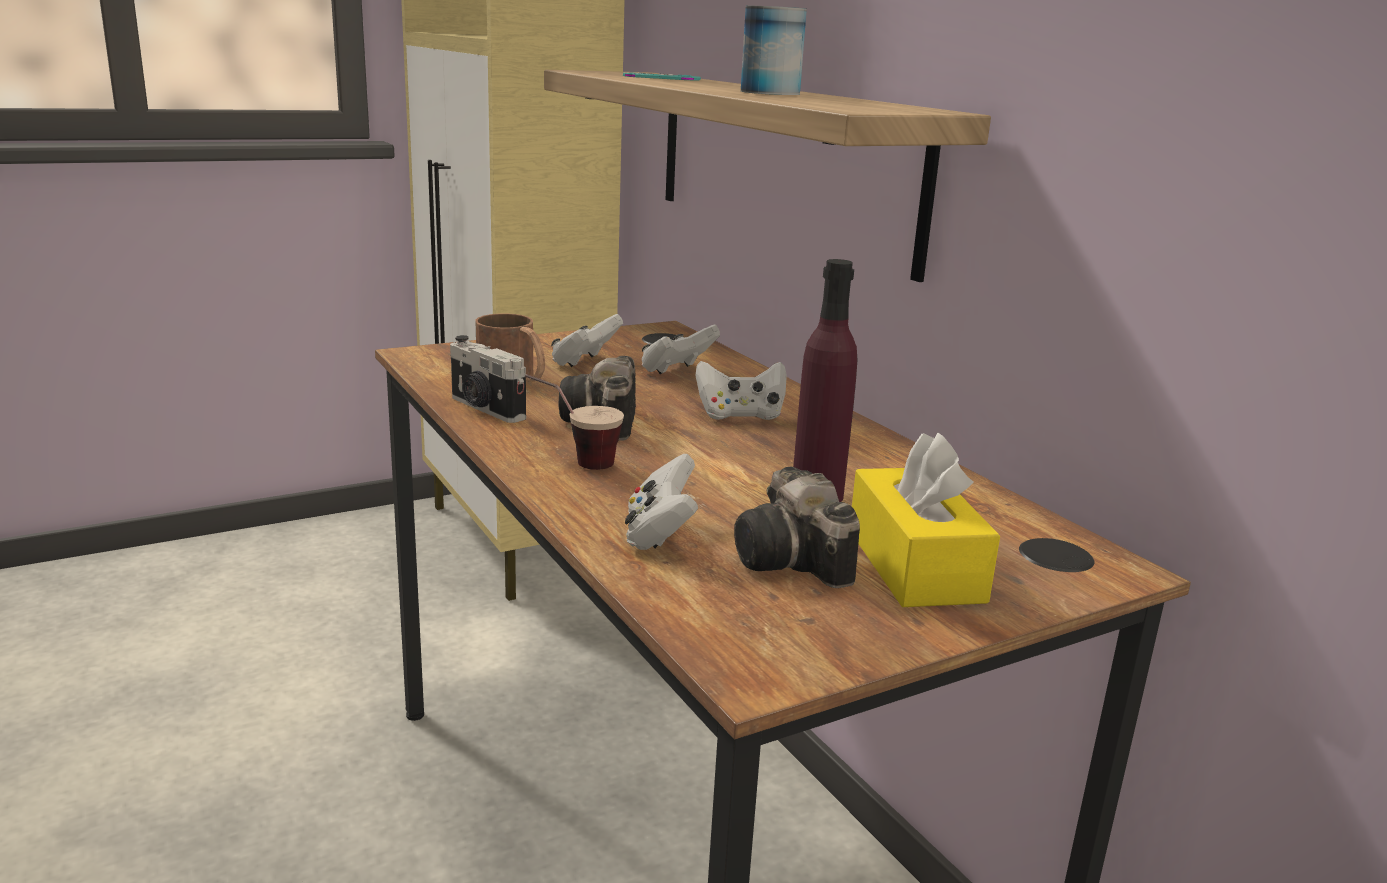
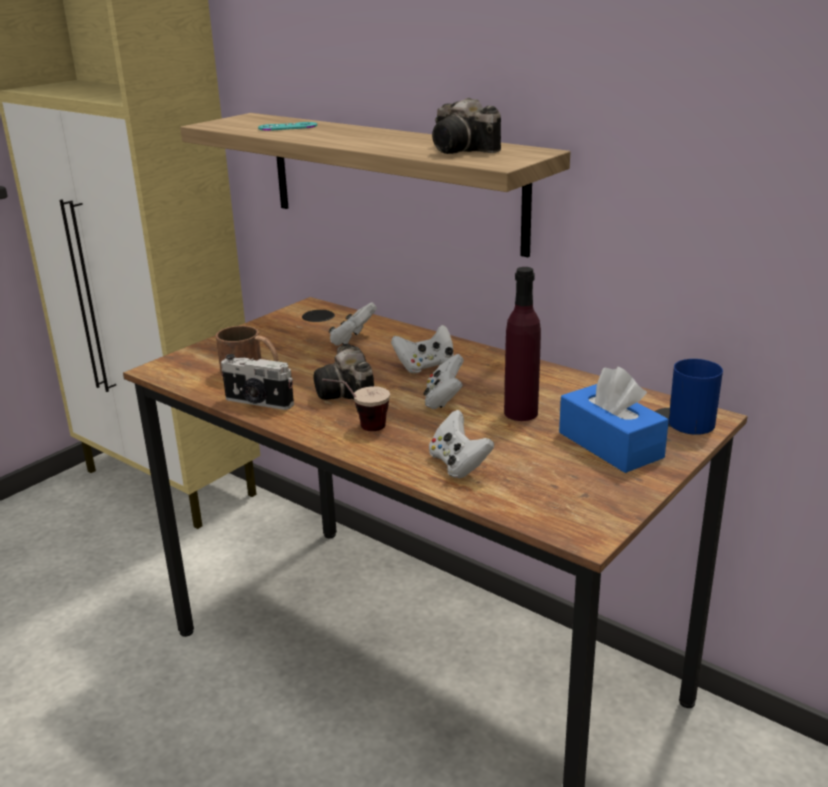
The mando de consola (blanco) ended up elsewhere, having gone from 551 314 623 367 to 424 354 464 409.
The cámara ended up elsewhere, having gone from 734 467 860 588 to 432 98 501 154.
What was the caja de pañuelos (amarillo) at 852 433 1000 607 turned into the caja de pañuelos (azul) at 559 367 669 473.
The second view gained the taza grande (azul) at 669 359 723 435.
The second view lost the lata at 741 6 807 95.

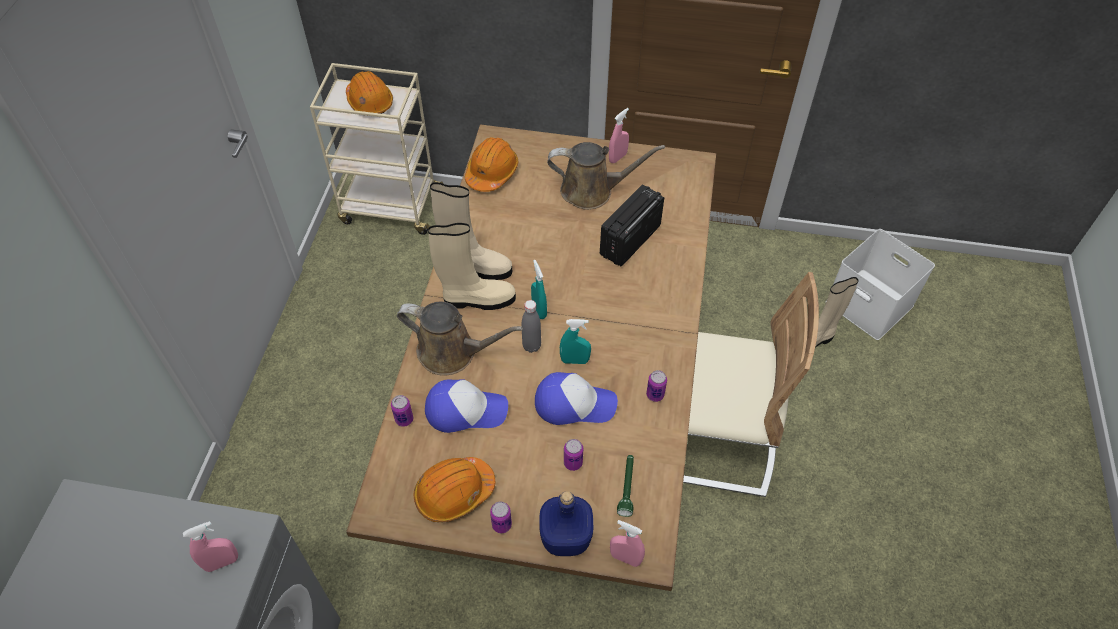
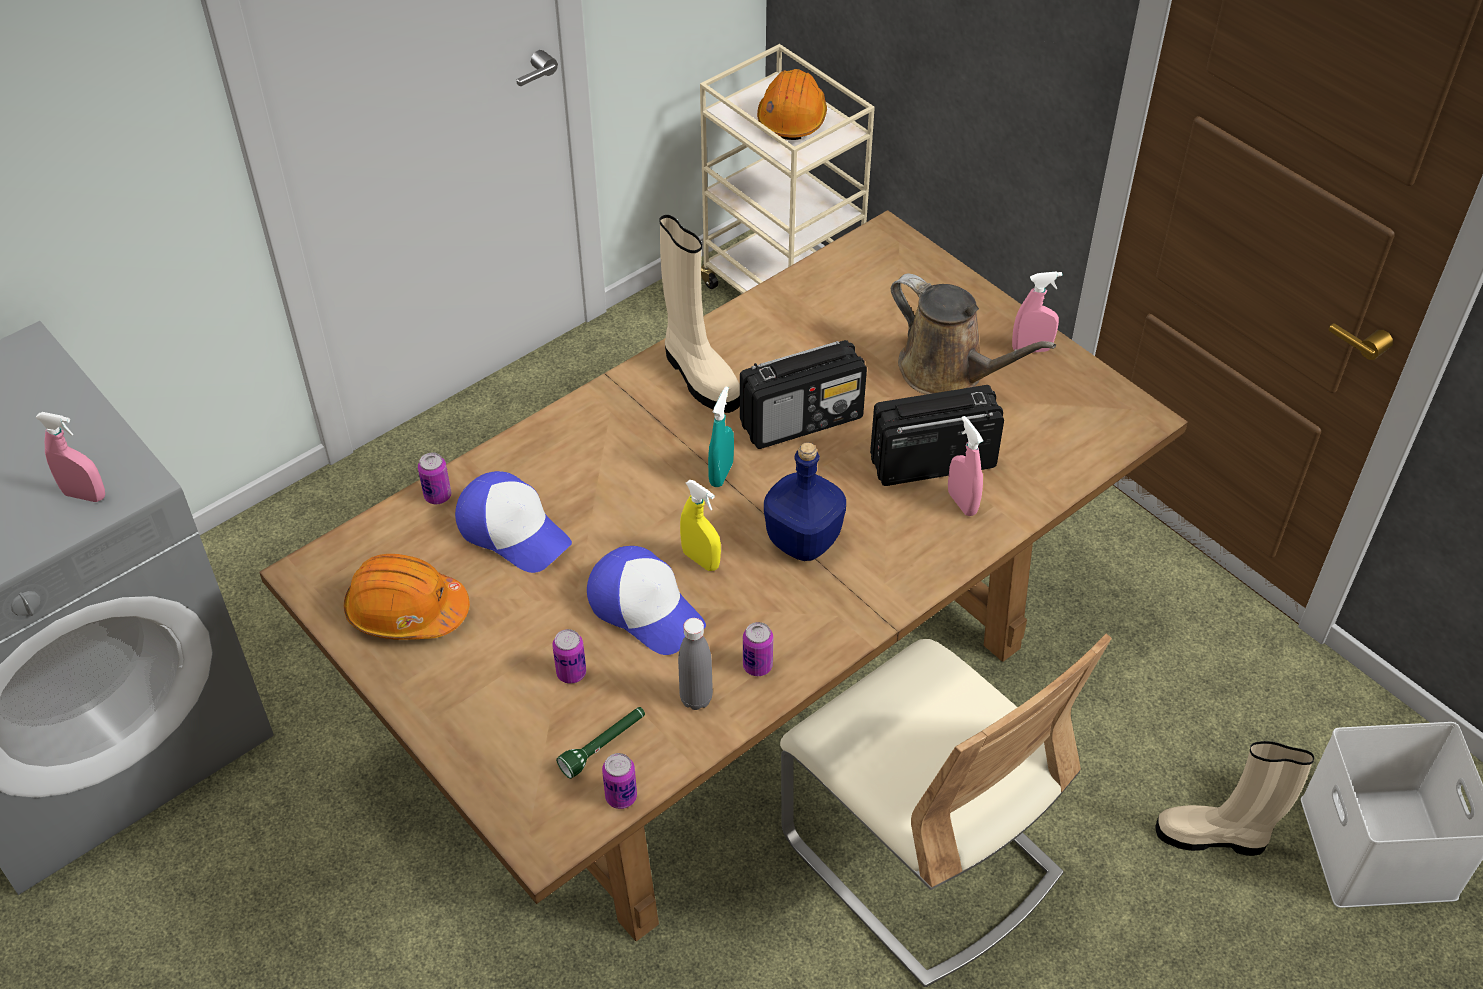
The lata ended up elsewhere, having gone from 490 501 512 533 to 602 753 637 809.
The botella (gris) ended up elsewhere, having gone from 522 300 541 353 to 678 618 713 710.
What was the pulverizador (turquesa) at 560 319 591 364 turned into the pulverizador (amarillo) at 680 480 721 571.
The second view gained the radio at 740 340 867 449.
The botella (azul) ended up elsewhere, having gone from 539 491 593 556 to 764 442 846 561.
The pulverizador (rosa) ended up elsewhere, having gone from 610 520 645 567 to 948 416 983 516.
The second view lost the regadera (marrón) at 397 302 523 376.
The second view lost the bota (beis) at 428 223 516 310.
The second view lost the casco (naranja) at 465 137 518 192.

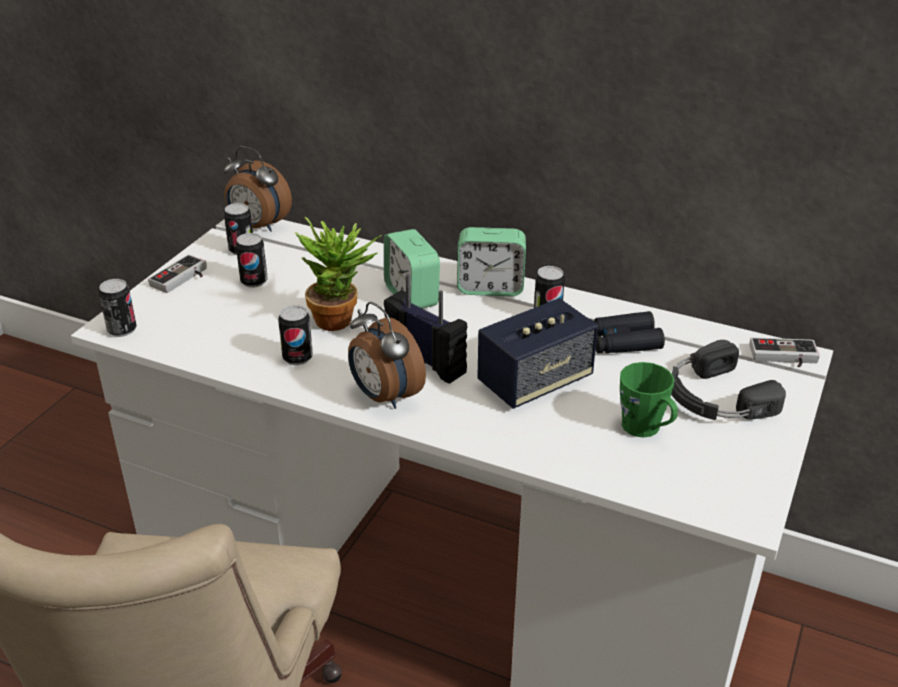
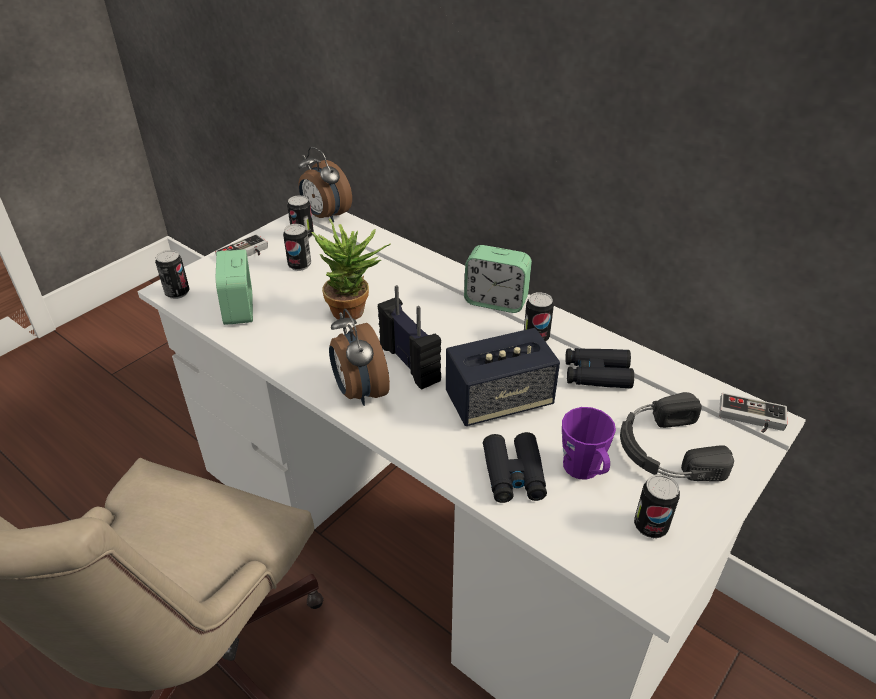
The despertador ended up elsewhere, having gone from 384 229 440 309 to 216 249 253 325.
The second view gained the prismáticos (negro) at 483 432 547 503.
What was the taza grande (verde) at 620 362 678 438 turned into the taza grande (morado) at 562 407 616 480.
The lata ended up elsewhere, having gone from 278 305 313 365 to 634 474 680 538.

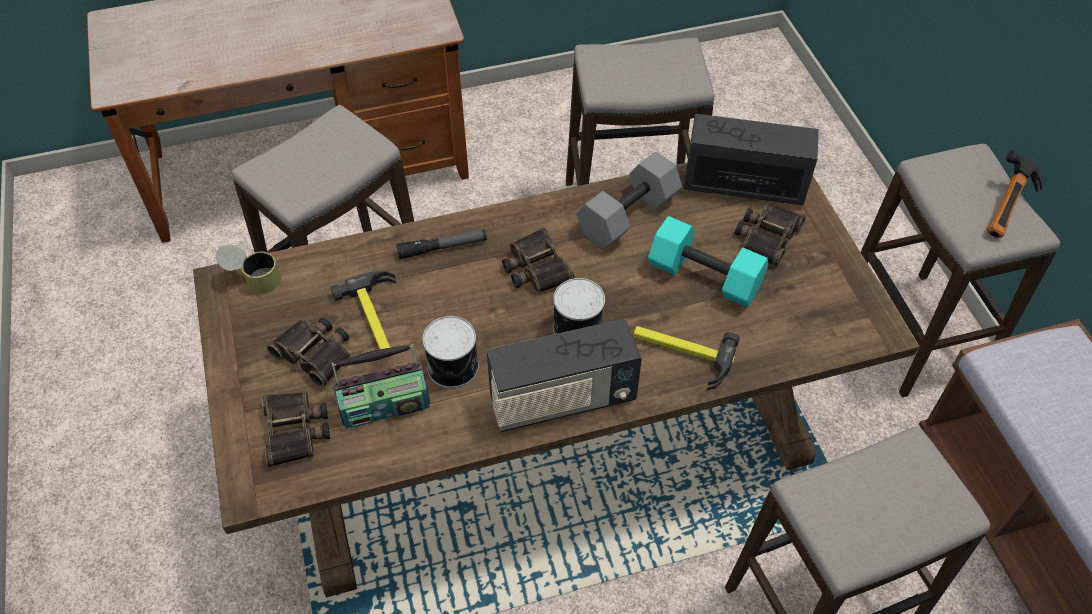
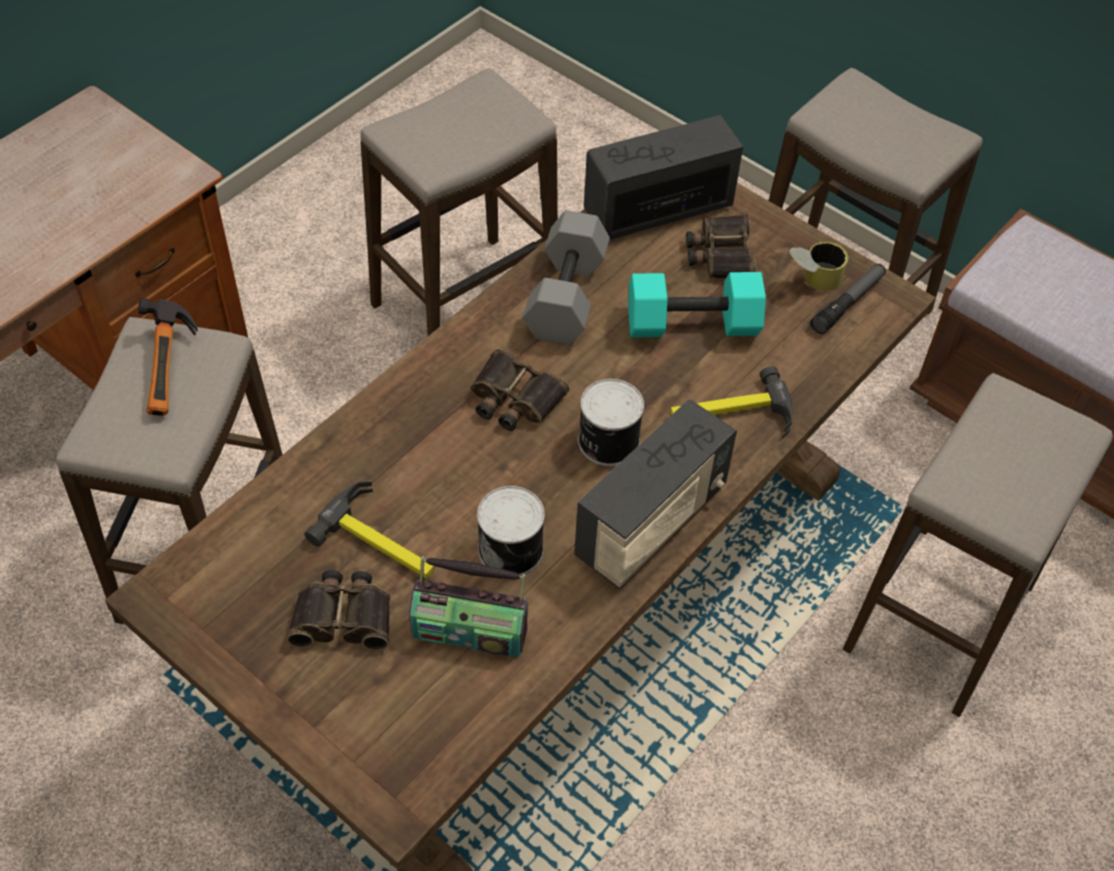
The martillo ended up elsewhere, having gone from 987 150 1043 238 to 138 298 198 416.
The radio at 332 344 430 428 ended up facing another way, 60 degrees clockwise from before.
The lata ended up elsewhere, having gone from 215 245 281 294 to 789 242 848 291.
The linterna ended up elsewhere, having gone from 396 229 486 259 to 810 264 886 334.
The second view lost the prismáticos at 262 392 330 467.

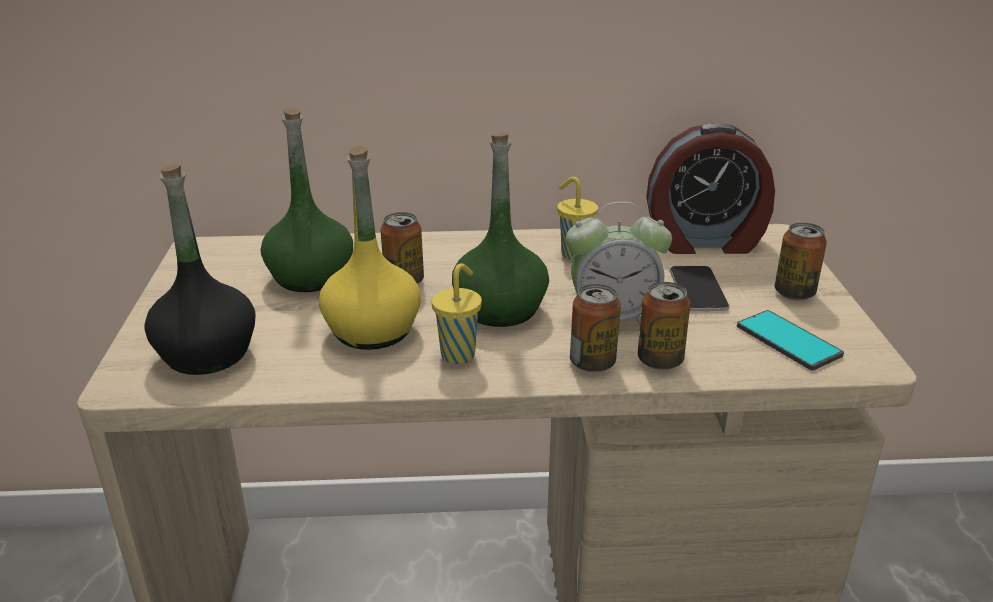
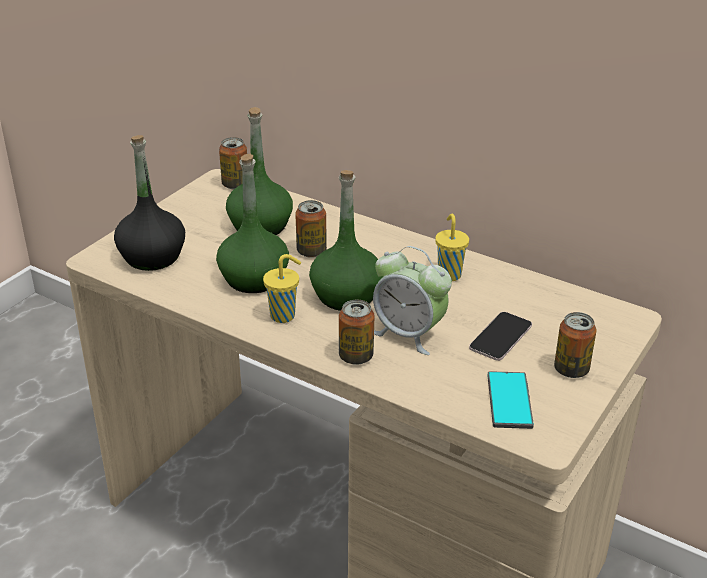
What was the botella (amarillo) at 319 146 421 350 turned into the botella (verde) at 216 154 289 293.
The lata ended up elsewhere, having gone from 638 282 691 370 to 219 137 247 189.
The second view lost the despertador at 646 123 775 254.

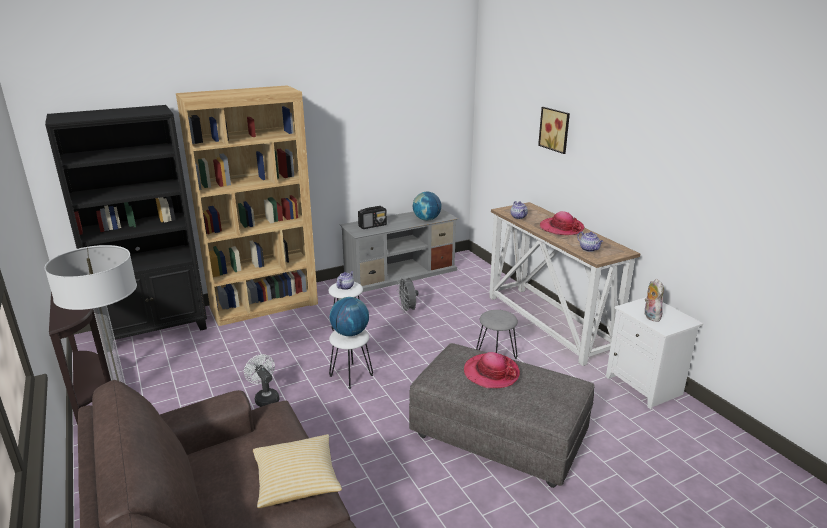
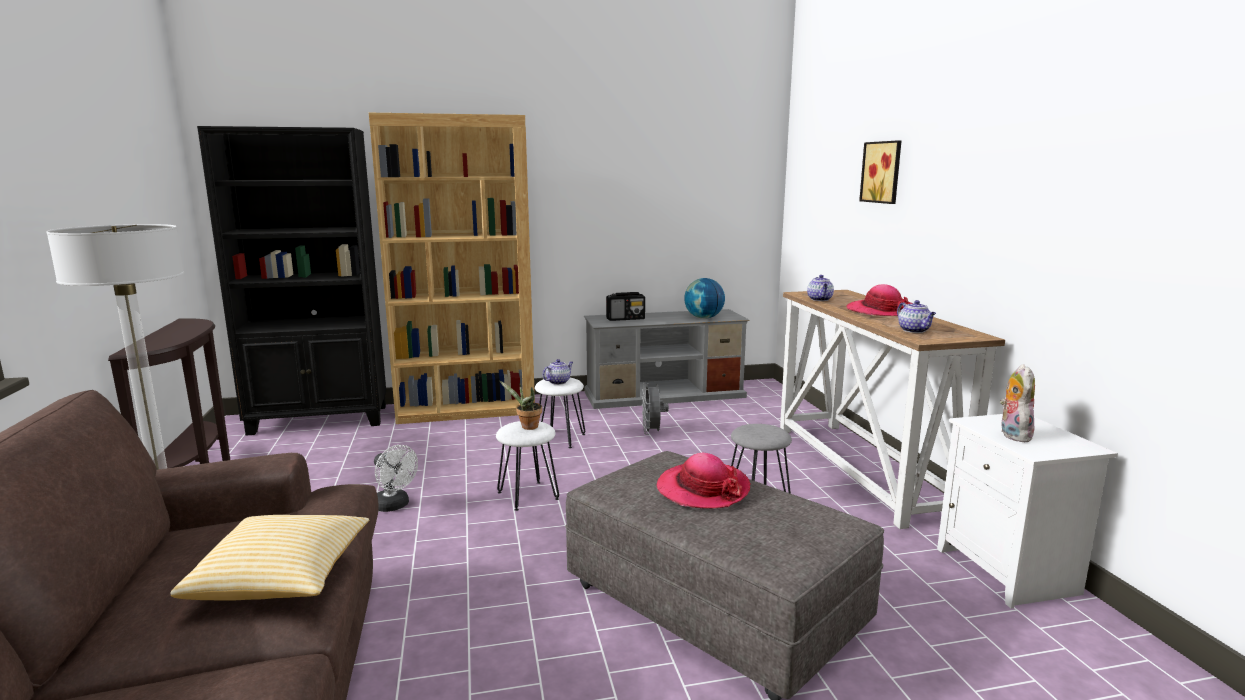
The ventilador (blanco) at 244 354 280 407 ended up facing another way, 150 degrees clockwise from before.
Where the globo terráqueo stood at 330 297 369 336, the planta en maceta came to stand at 499 380 542 430.

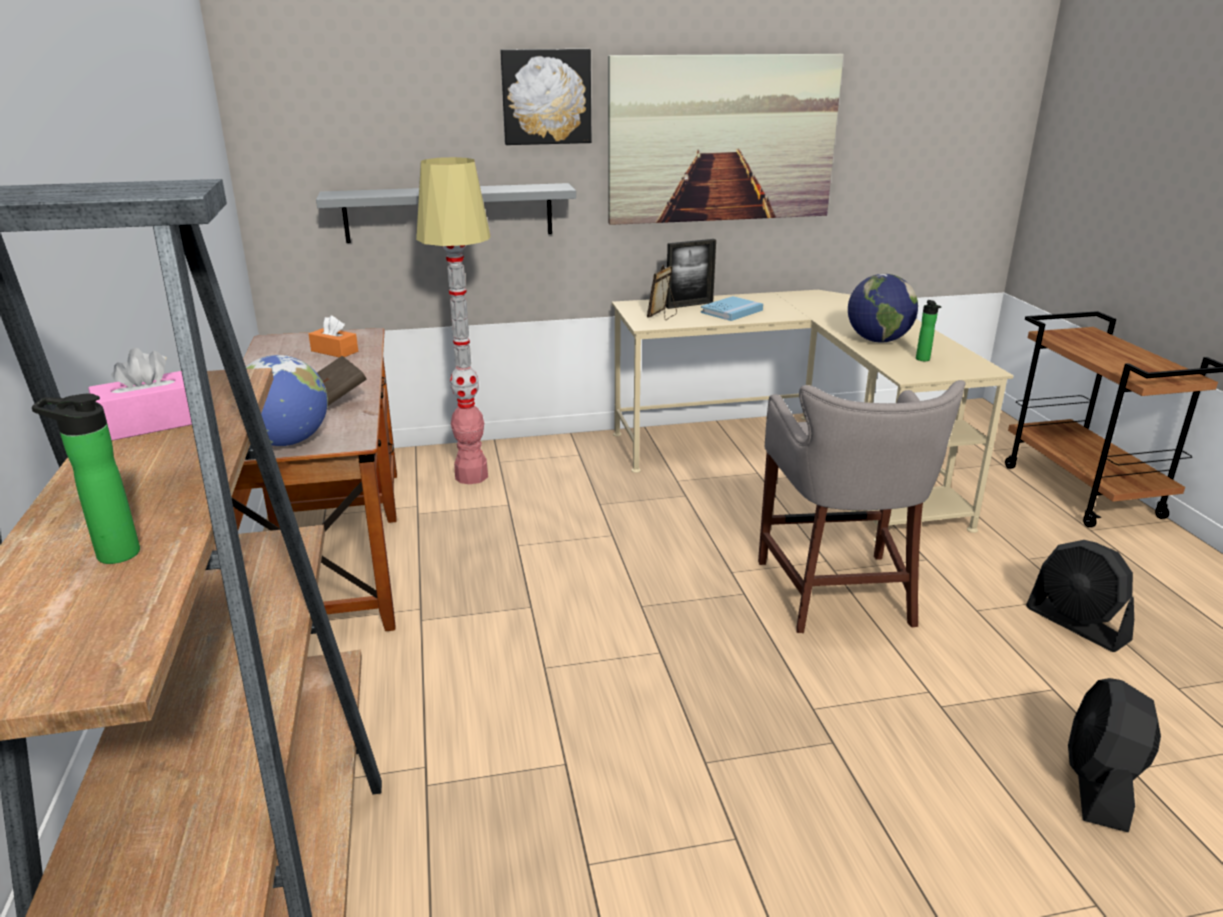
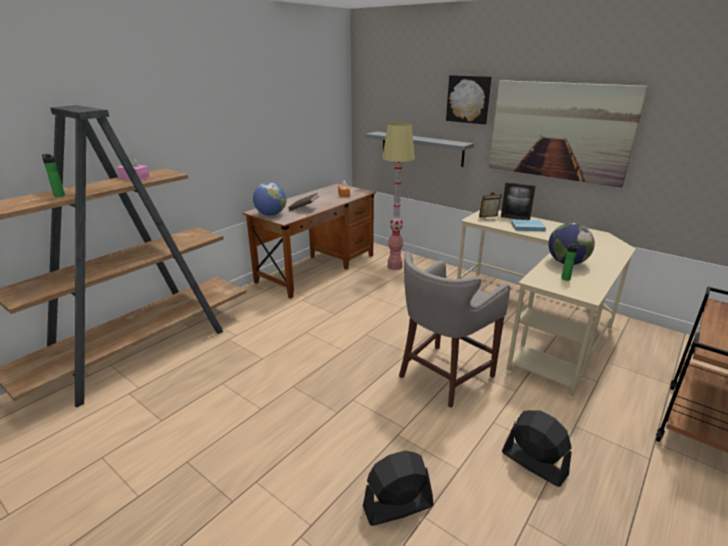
The ventilador (negro) at 1026 540 1134 652 ended up facing another way, 120 degrees clockwise from before.

